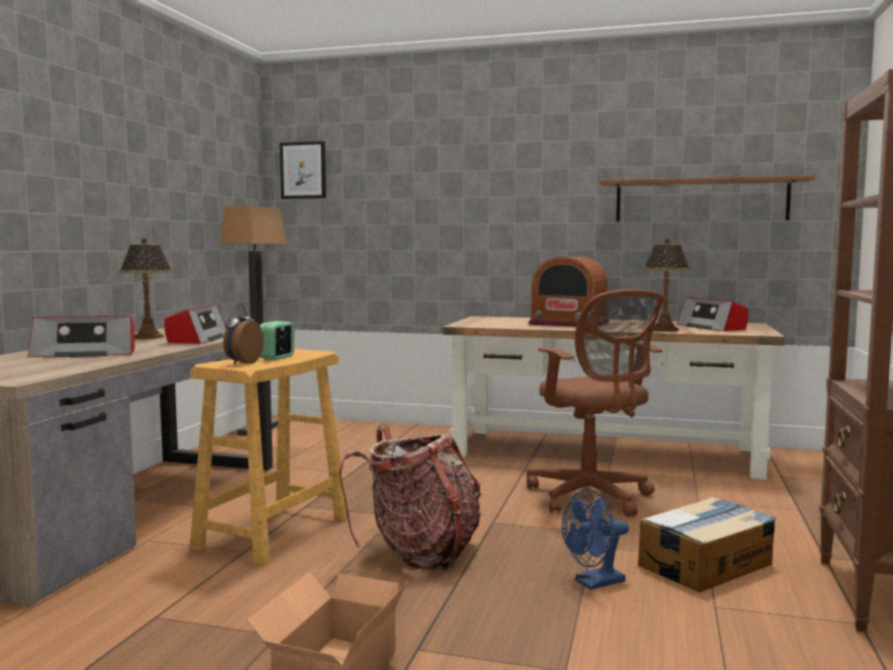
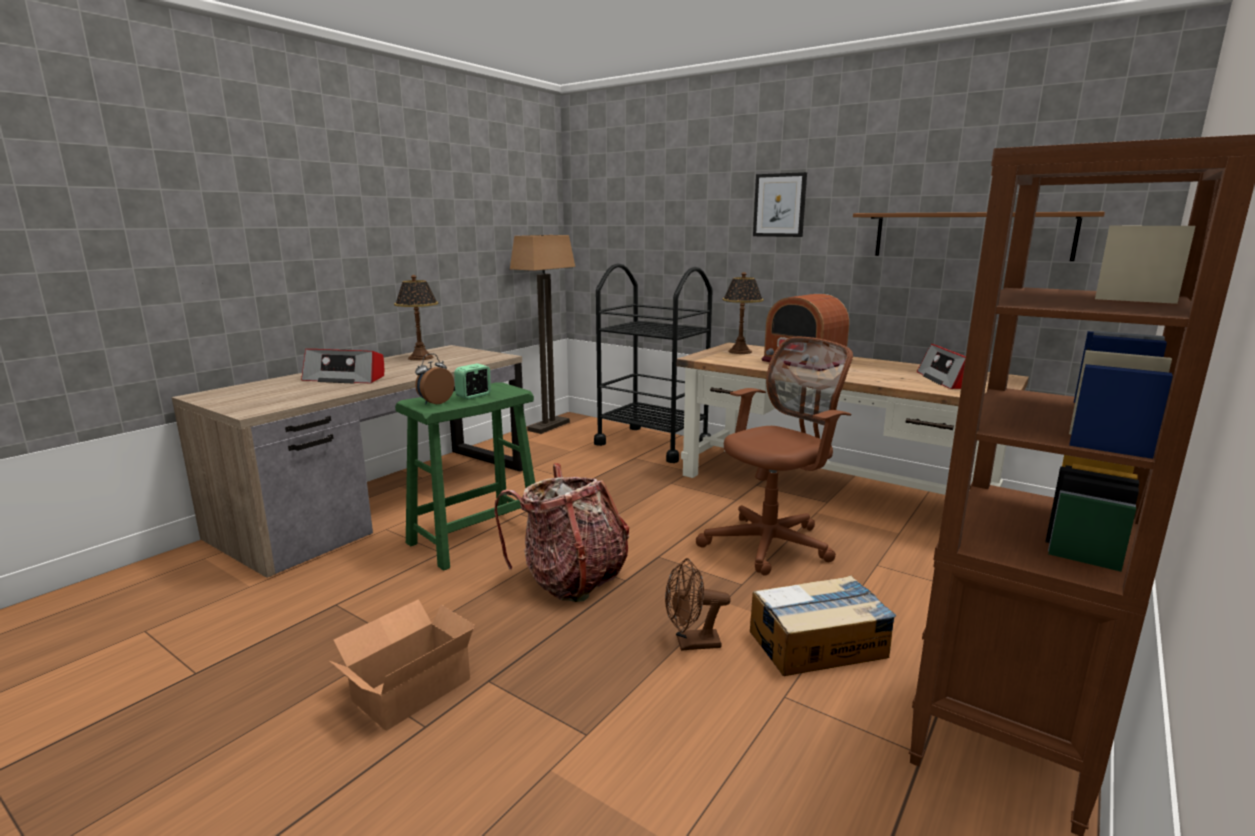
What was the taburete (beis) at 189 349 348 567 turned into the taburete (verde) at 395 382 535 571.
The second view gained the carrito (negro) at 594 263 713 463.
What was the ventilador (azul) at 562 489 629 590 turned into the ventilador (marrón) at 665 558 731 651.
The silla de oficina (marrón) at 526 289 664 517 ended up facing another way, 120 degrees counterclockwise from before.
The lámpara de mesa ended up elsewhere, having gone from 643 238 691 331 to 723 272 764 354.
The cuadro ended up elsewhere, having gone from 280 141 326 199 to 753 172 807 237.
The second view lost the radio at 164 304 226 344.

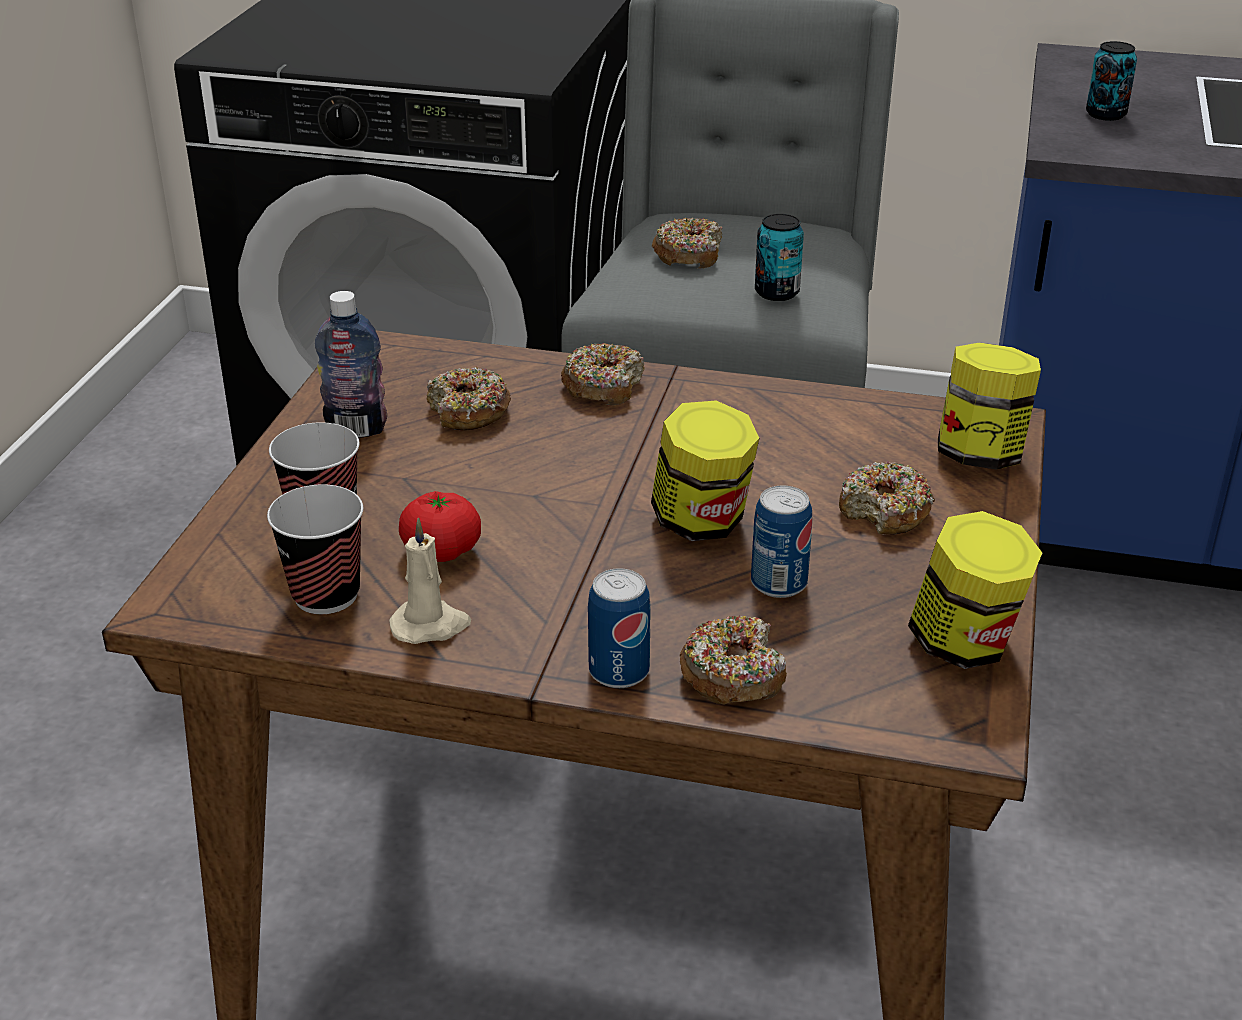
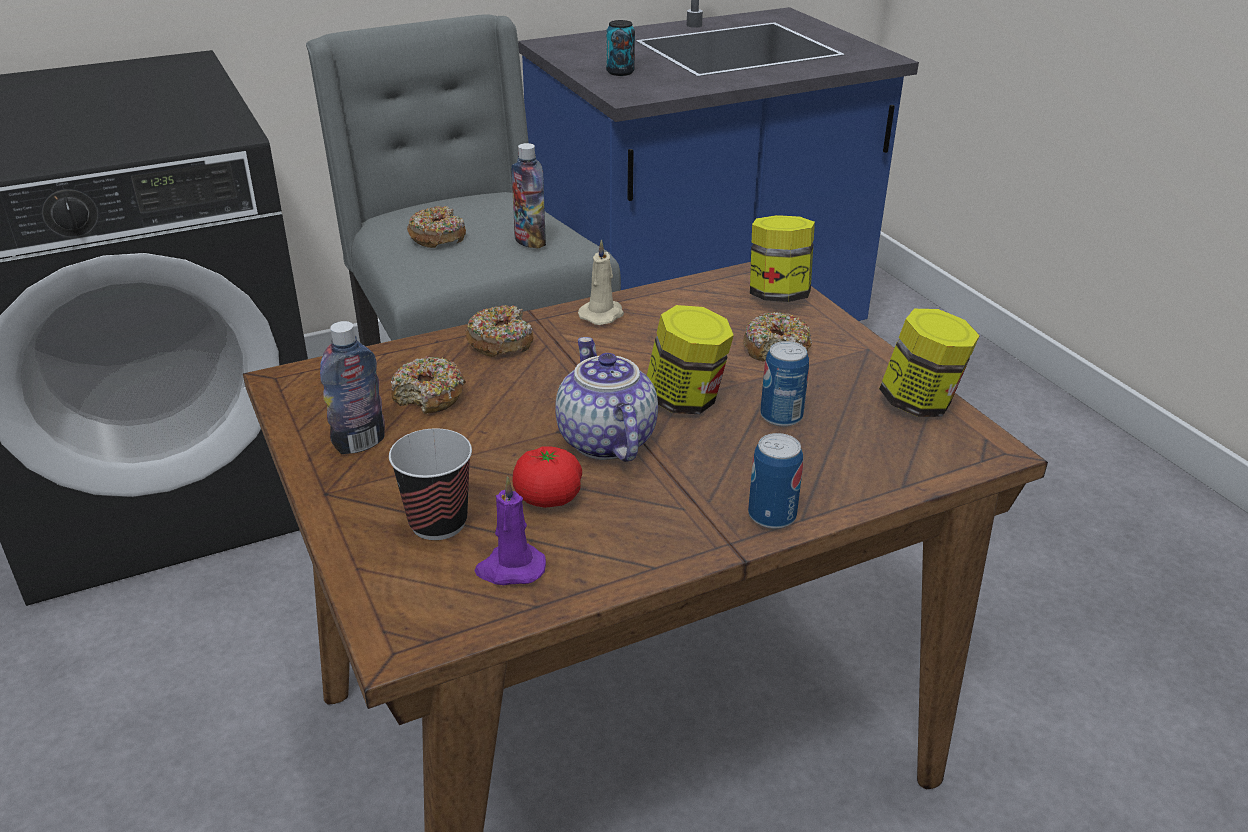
Where the taza stood at 267 484 363 614, the vela (morado) came to stand at 474 476 546 585.
Where the lata stood at 755 214 804 301, the botella came to stand at 511 143 546 249.
The second view gained the tetera at 555 337 658 462.
The vela (beis) ended up elsewhere, having gone from 389 517 471 644 to 578 239 624 325.
The second view lost the rosquilla at 679 616 787 705.

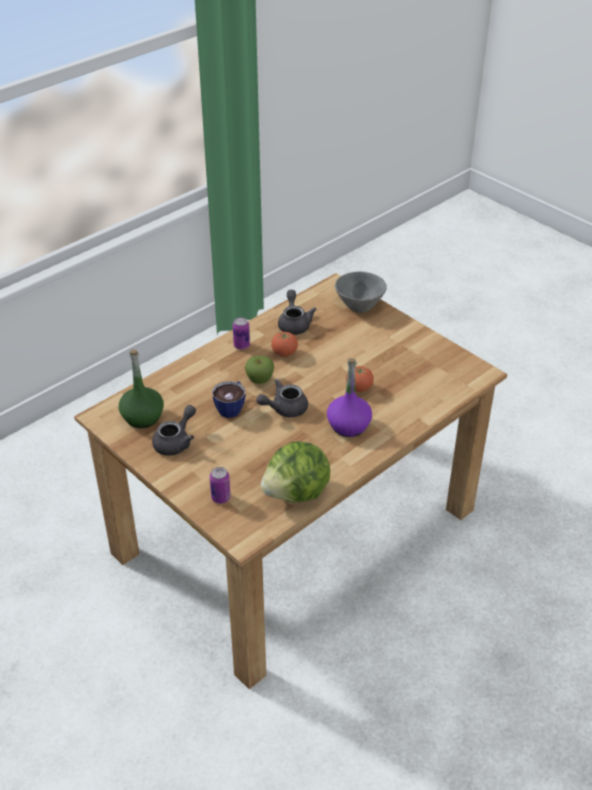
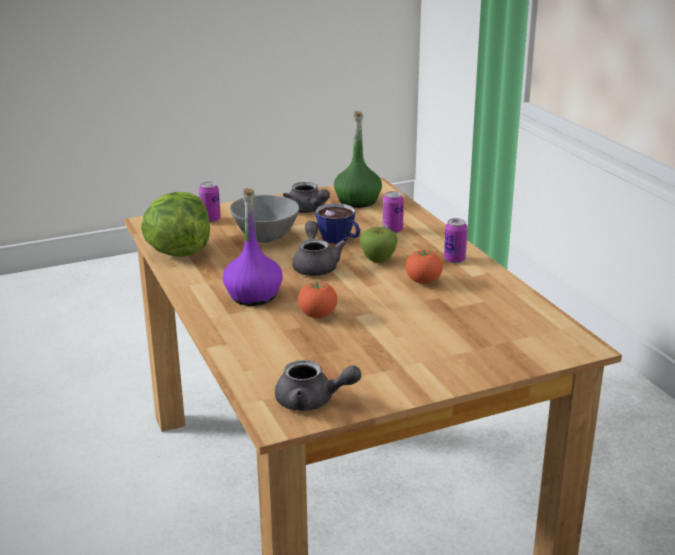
The cuenco (gris) ended up elsewhere, having gone from 335 272 387 313 to 230 195 299 243.
The tetera (gris) ended up elsewhere, having gone from 278 290 317 335 to 275 360 361 411.
The second view gained the lata at 383 191 404 233.

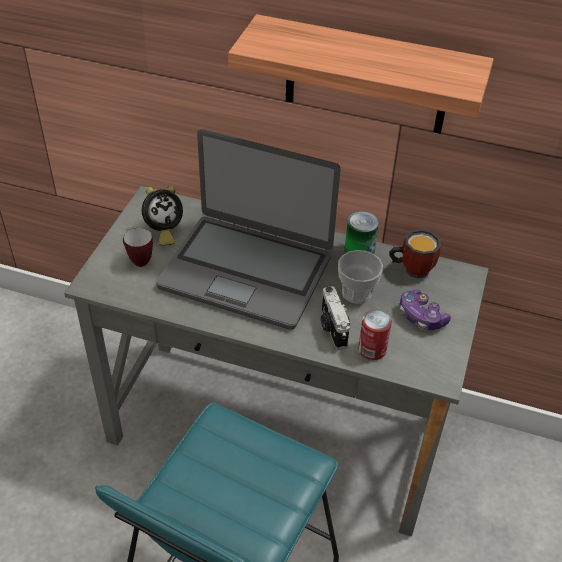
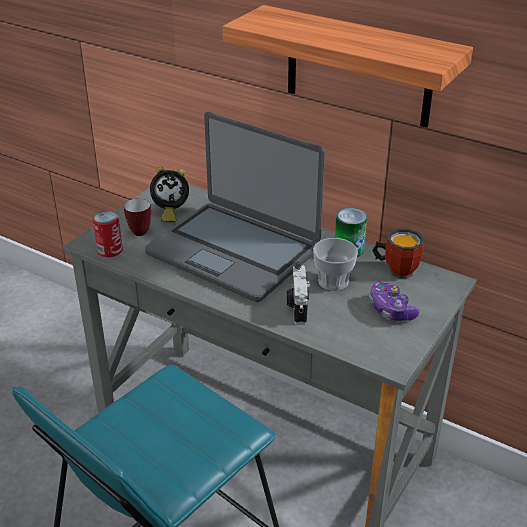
The lata ended up elsewhere, having gone from 358 310 392 360 to 93 211 123 257.

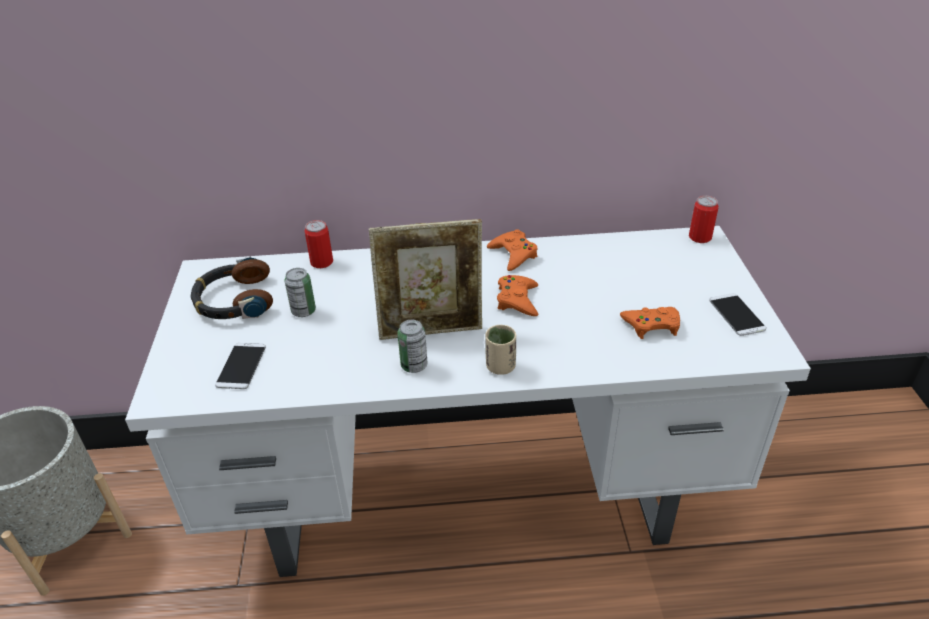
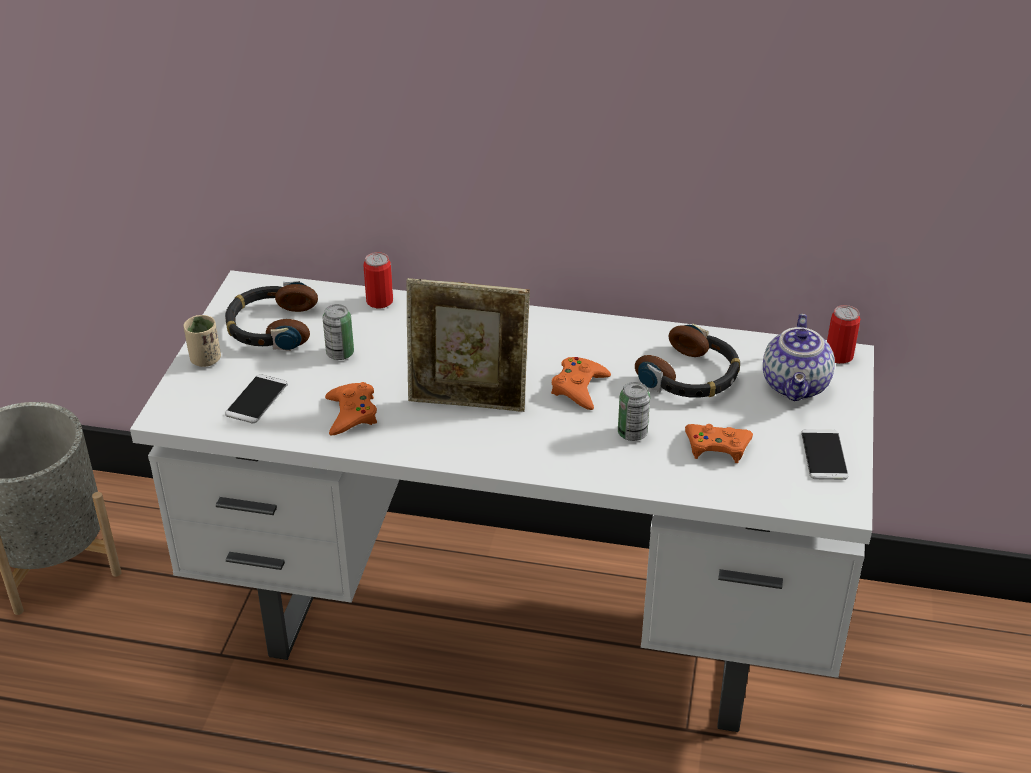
The taza (beis) ended up elsewhere, having gone from 485 325 516 375 to 183 315 221 367.
The mando de consola (naranja) ended up elsewhere, having gone from 487 229 537 271 to 325 382 377 435.
The lata ended up elsewhere, having gone from 397 320 427 373 to 618 382 650 441.
The second view gained the auriculares at 635 324 740 398.
The second view gained the tetera at 763 314 835 401.

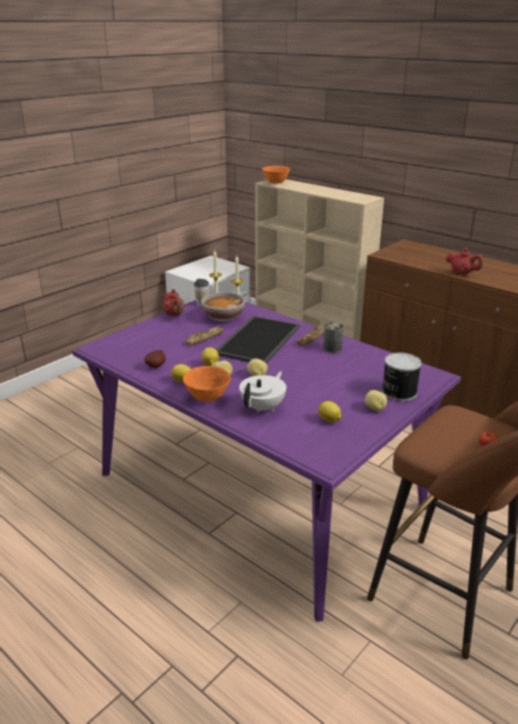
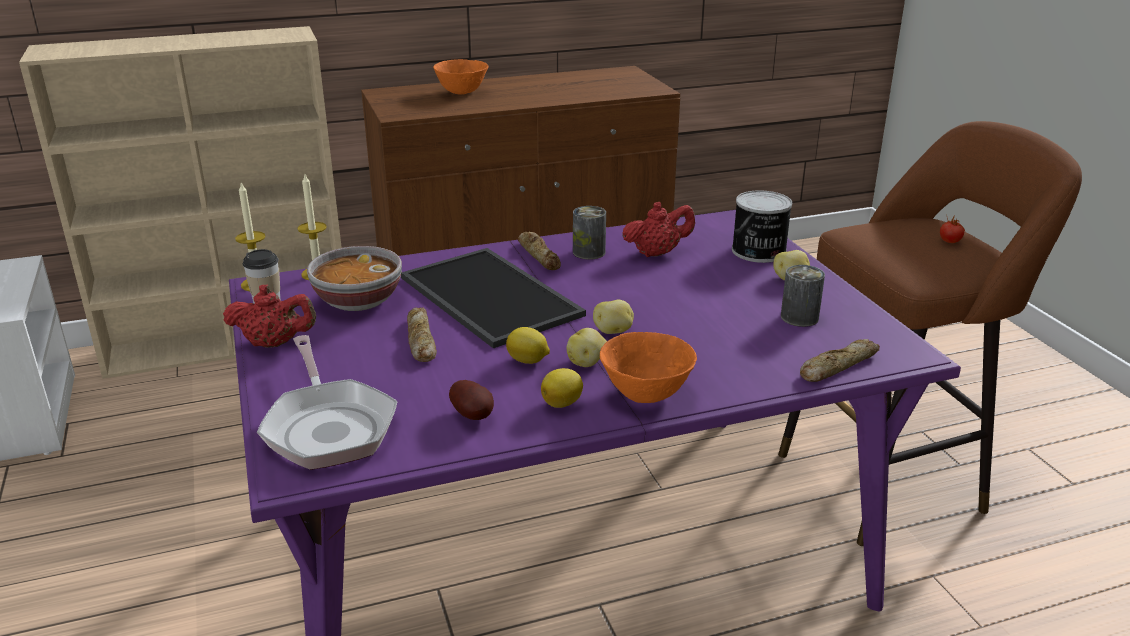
The second view gained the sartén at 257 335 398 470.
The cuenco (naranja) ended up elsewhere, having gone from 262 166 290 184 to 433 59 489 95.
The tetera (rojo) ended up elsewhere, having gone from 446 248 483 275 to 622 202 695 257.
Where the limón stood at 318 401 341 423, the lata came to stand at 781 265 825 327.
The second view gained the pan at 800 339 880 382.
The second view lost the tetera (blanco) at 239 371 286 413.

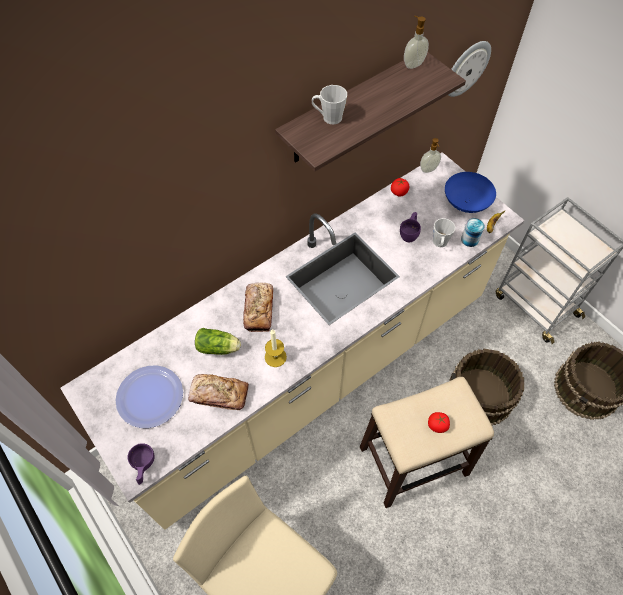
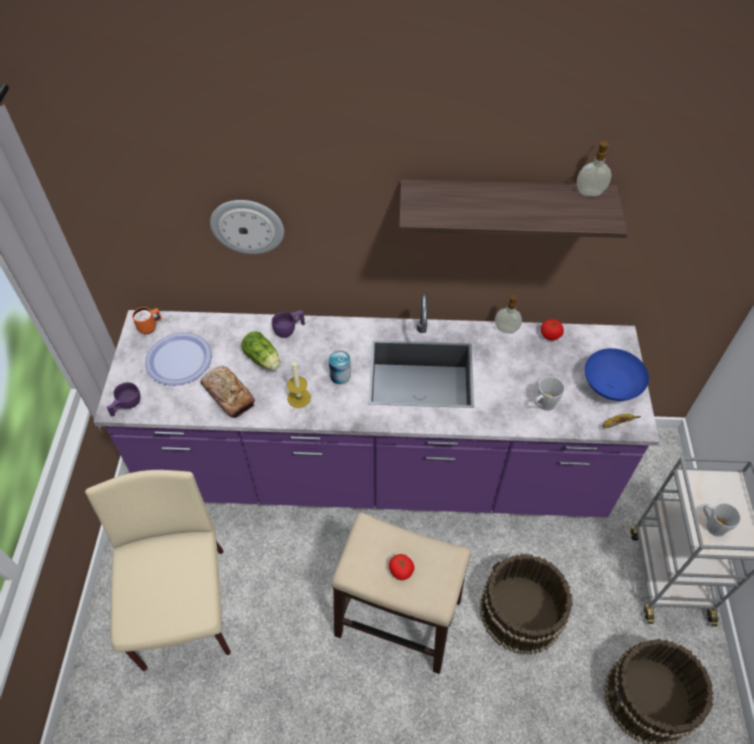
What was the mueble bajo de cocina (beis) at 60 152 525 530 turned into the mueble bajo de cocina (morado) at 94 293 659 517.
The second view gained the taza grande (naranja) at 132 307 162 334.
The reloj de pared ended up elsewhere, having gone from 448 41 491 97 to 210 200 284 254.
The taza (morado) ended up elsewhere, having gone from 400 212 421 242 to 272 310 305 338.
The lata ended up elsewhere, having gone from 461 218 484 247 to 329 351 351 384.
The dispensador de jabón ended up elsewhere, having gone from 420 138 441 173 to 495 295 522 334.
The taza grande (gris) ended up elsewhere, having gone from 312 85 347 124 to 703 503 741 537.
The second view lost the pan at 243 282 273 332.

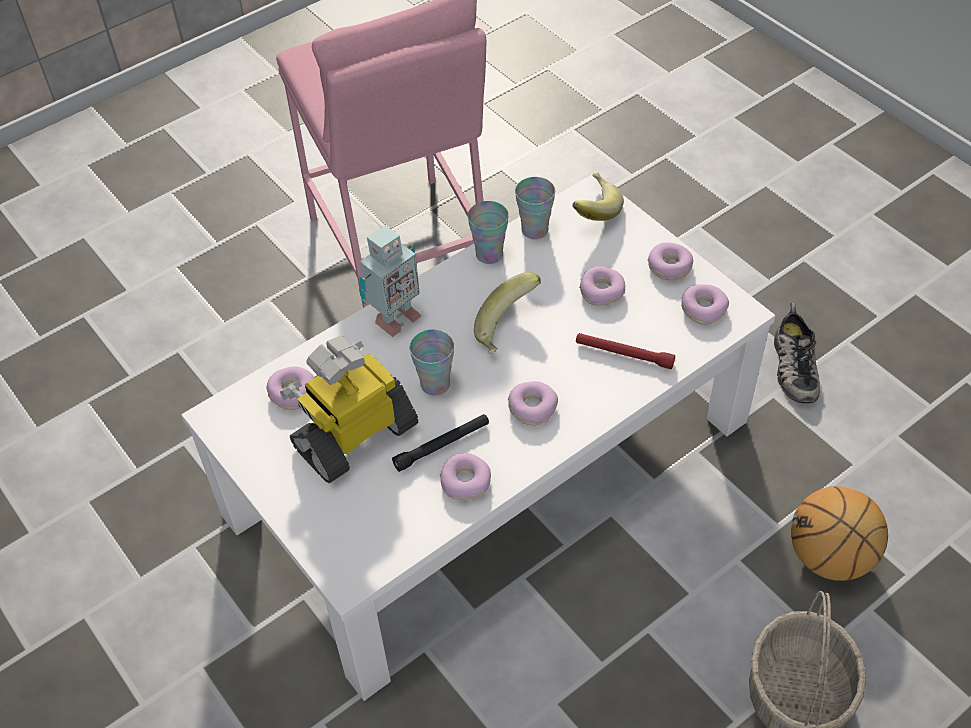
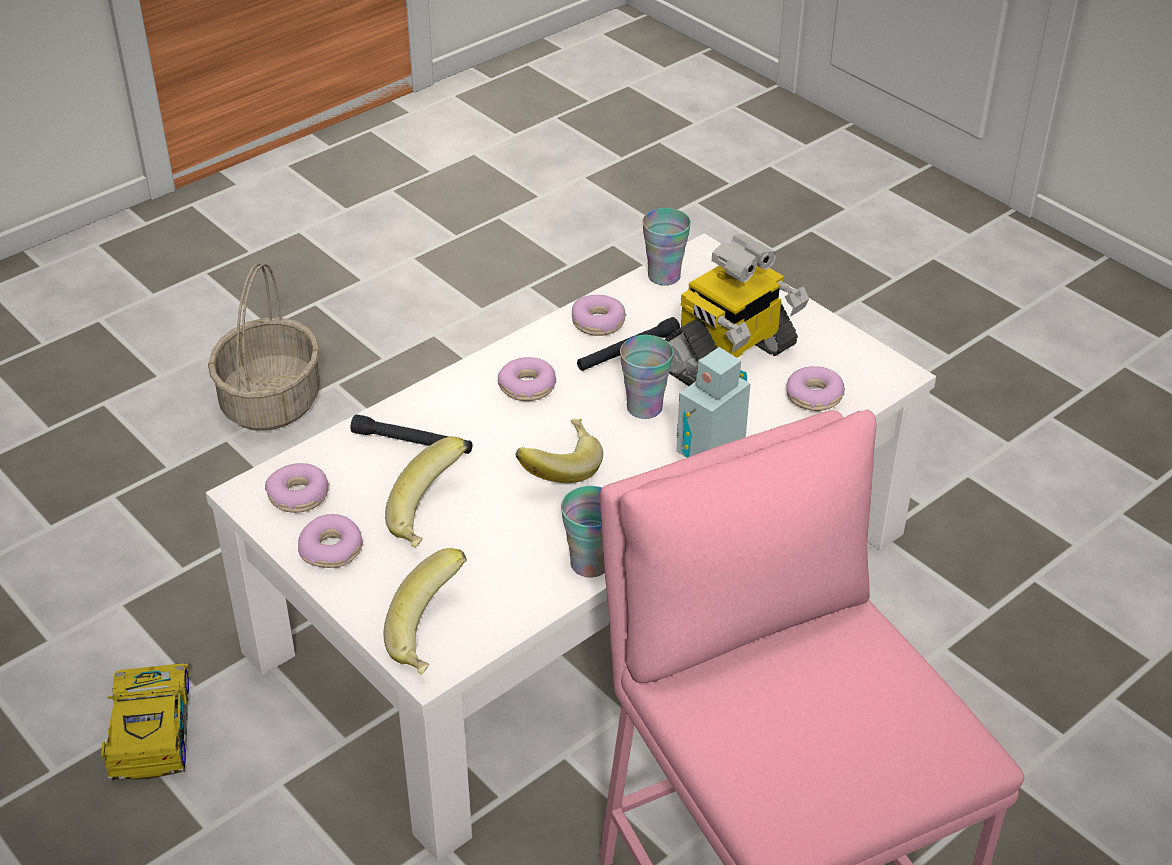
Where the zapato stood at 774 303 820 404, the coche de juguete came to stand at 101 663 190 780.
What was the linterna (rojo) at 576 333 675 369 turned into the linterna (negro) at 351 414 473 454.
Where the rosquilla stood at 579 266 625 306, the plátano came to stand at 385 437 468 547.
The taza ended up elsewhere, having gone from 515 177 555 239 to 642 208 691 286.
The second view lost the balón de baloncesto at 791 486 888 581.

